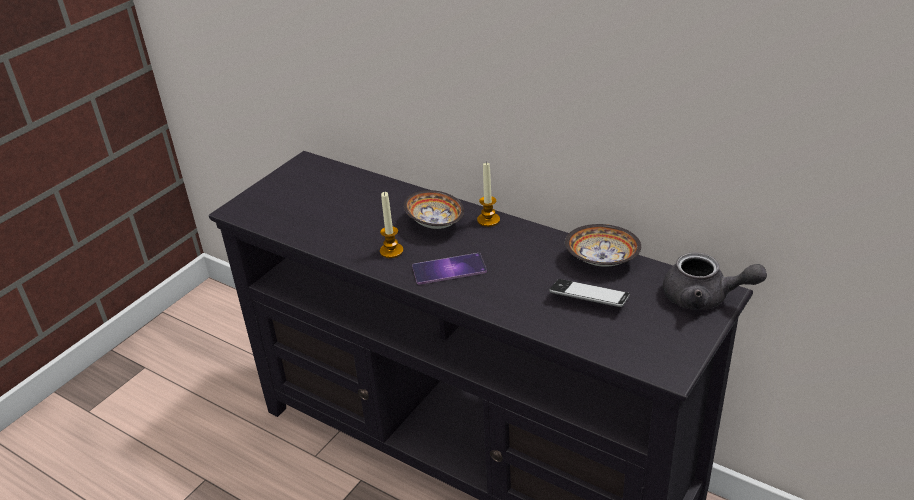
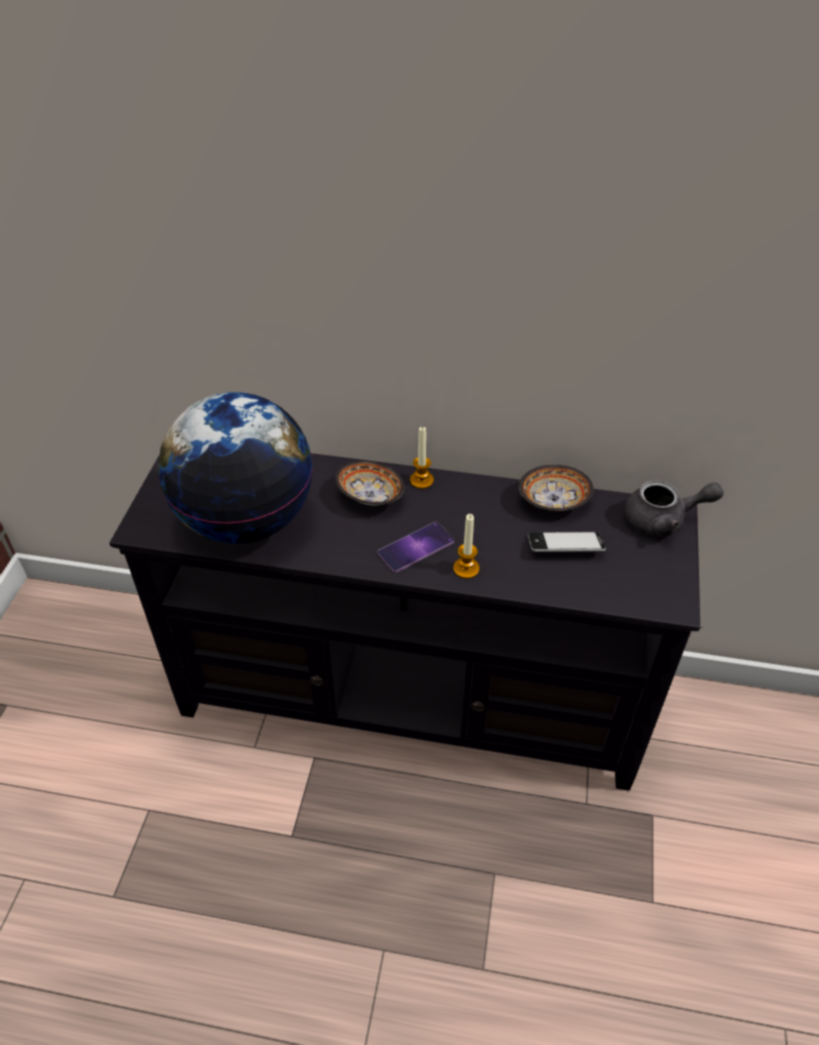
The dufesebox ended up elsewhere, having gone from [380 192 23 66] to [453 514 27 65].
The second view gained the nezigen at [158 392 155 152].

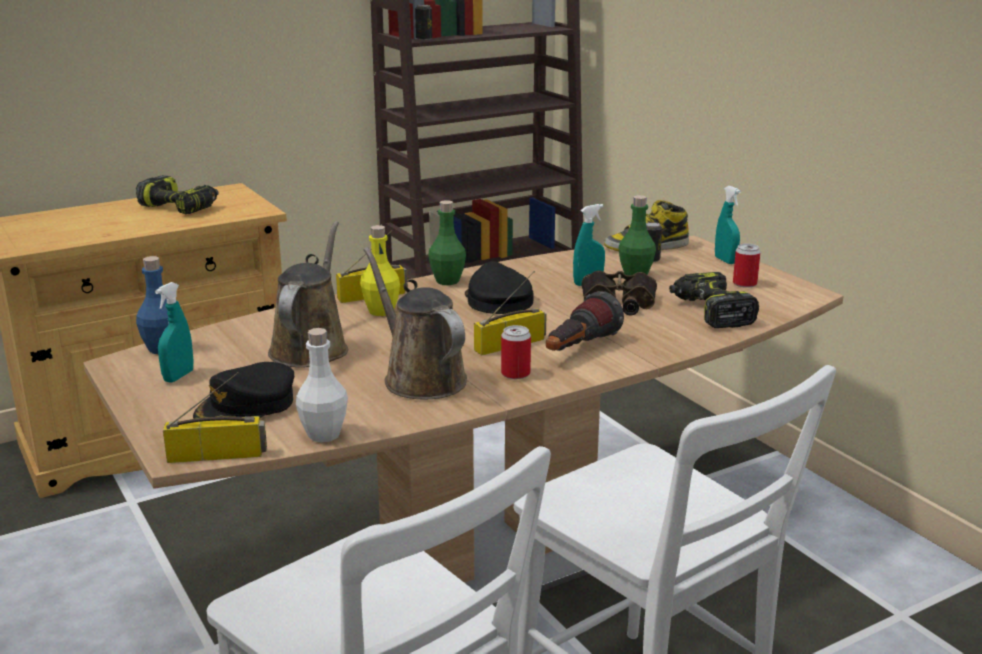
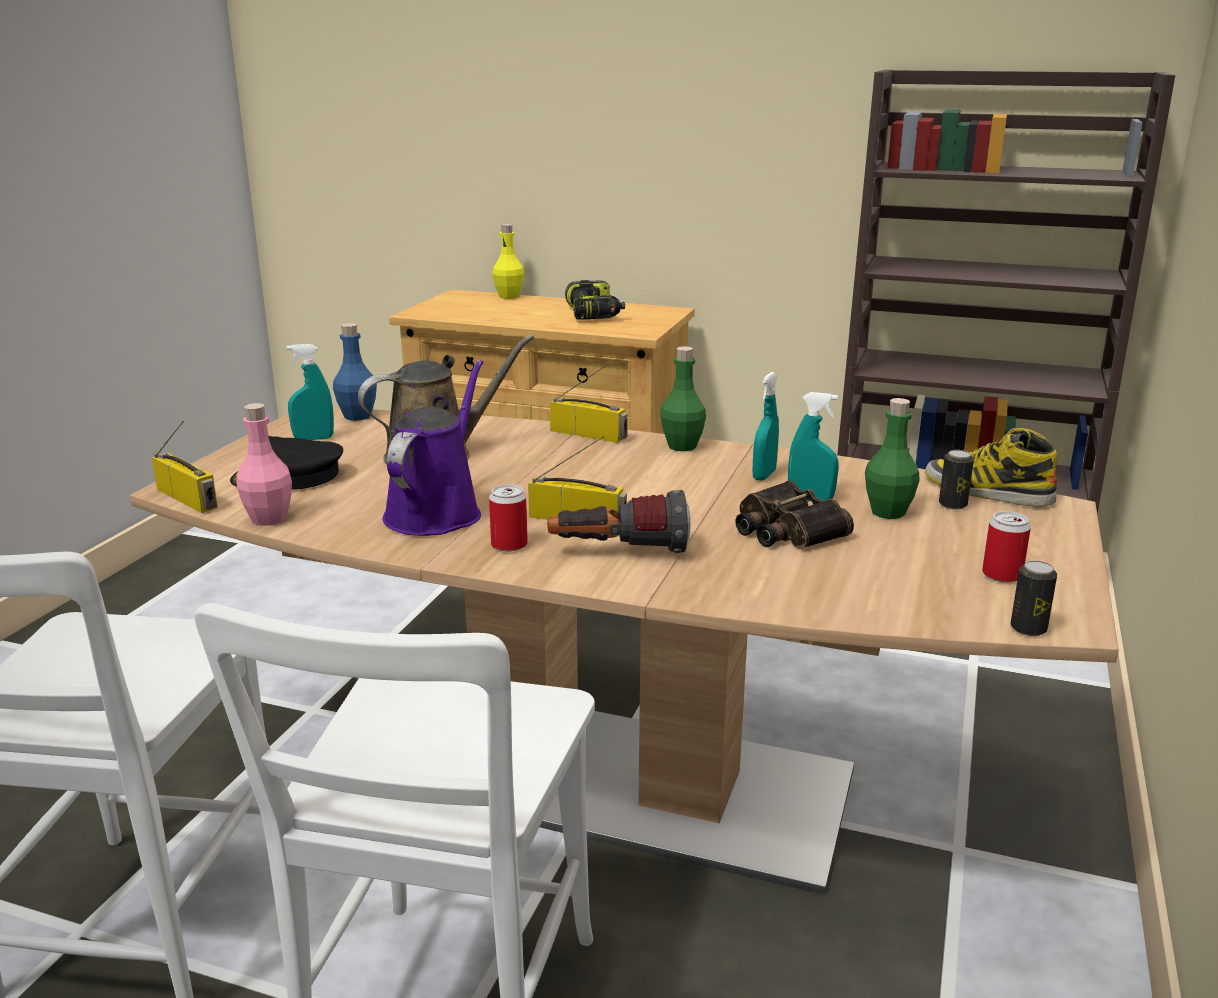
The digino ended up elsewhere, having gone from [415 5 17 35] to [1011 561 46 75].
The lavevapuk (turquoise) ended up elsewhere, having gone from [715 186 26 78] to [752 372 27 109].
The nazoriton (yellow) ended up elsewhere, having gone from [360 225 40 91] to [492 224 32 75].
What was the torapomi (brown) at [364 247 103 152] turned into the torapomi (purple) at [382 360 101 176].
The second view lost the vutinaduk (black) at [465 261 68 53].
The second view lost the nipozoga at [669 272 90 56].
What was the nazoriton (white) at [296 328 52 115] turned into the nazoriton (pink) at [237 403 55 123].

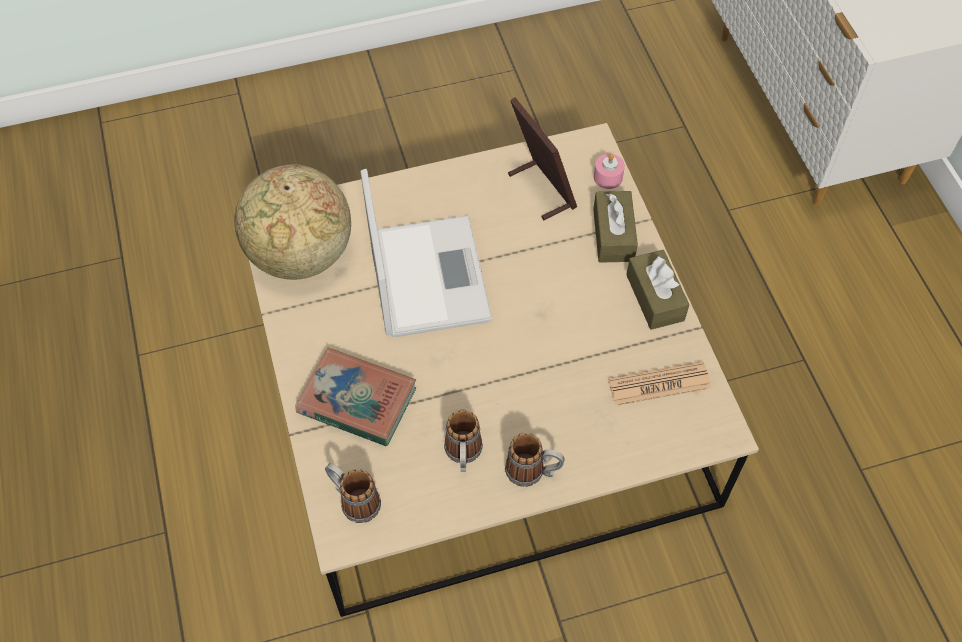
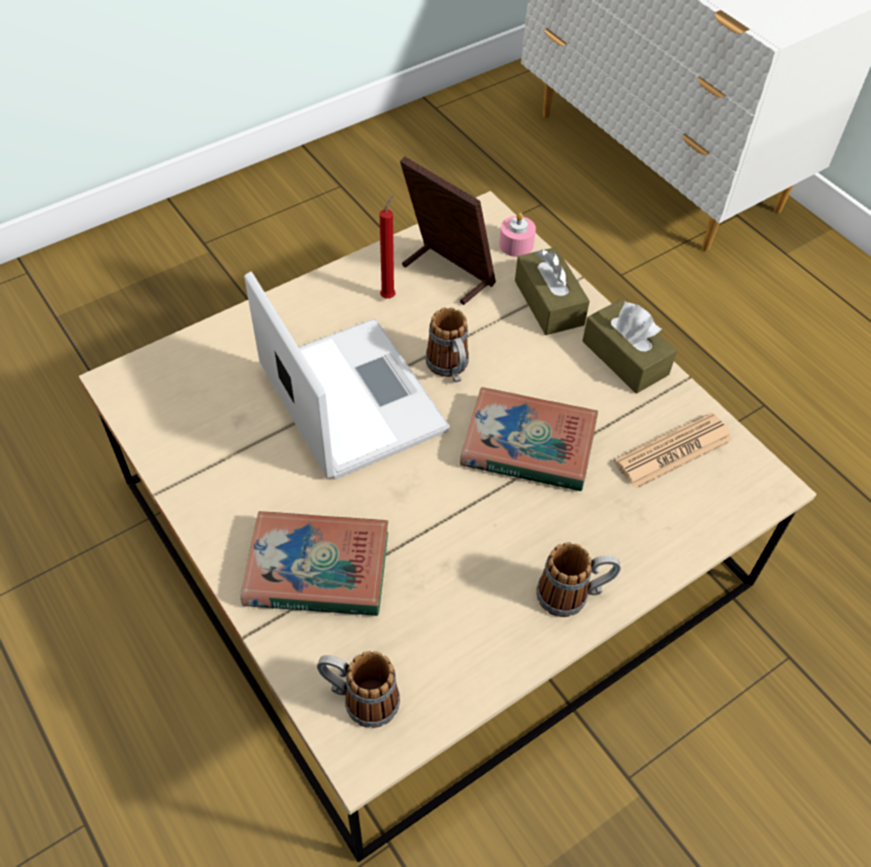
The second view lost the nezigen at [234 164 117 116].
The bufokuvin ended up elsewhere, having gone from [444 409 39 63] to [425 307 44 75].
The second view gained the dufesebox (red) at [380 195 15 104].
The second view gained the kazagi at [460 387 138 104].

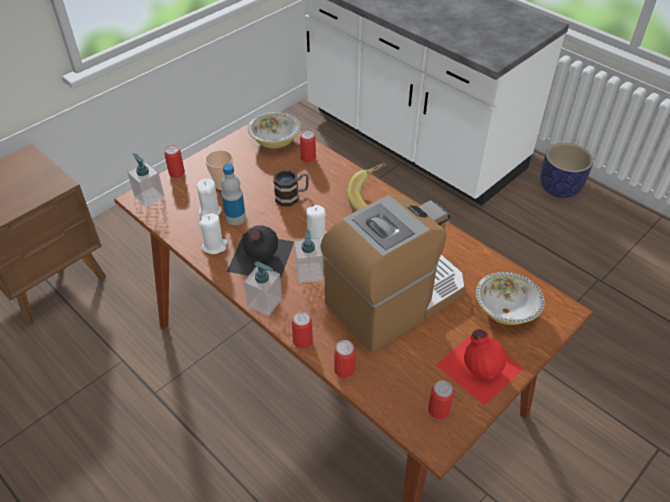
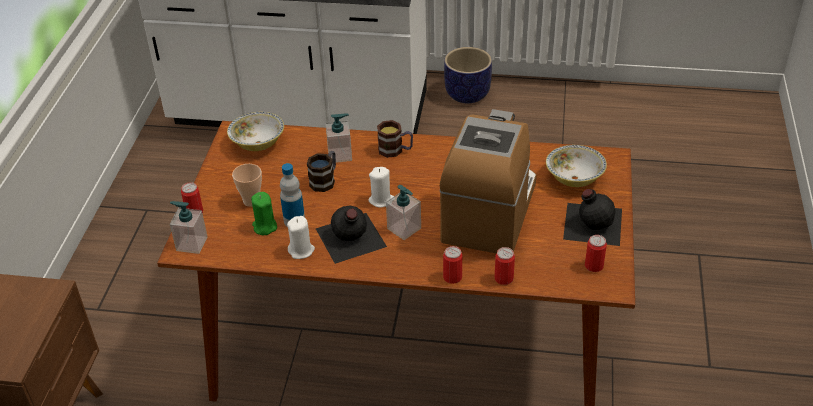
The second view lost the digino at [300 130 16 32].
Where the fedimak stood at [347 163 39 48], the bufokuvin came to stand at [377 120 36 38].
What was the dufesebox (white) at [197 179 25 39] turned into the dufesebox (green) at [251 192 26 43].
The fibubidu ended up elsewhere, having gone from [244 261 38 55] to [326 114 26 49].
What was the nazoriton (red) at [436 329 88 77] turned into the nazoriton (black) at [563 189 59 57].

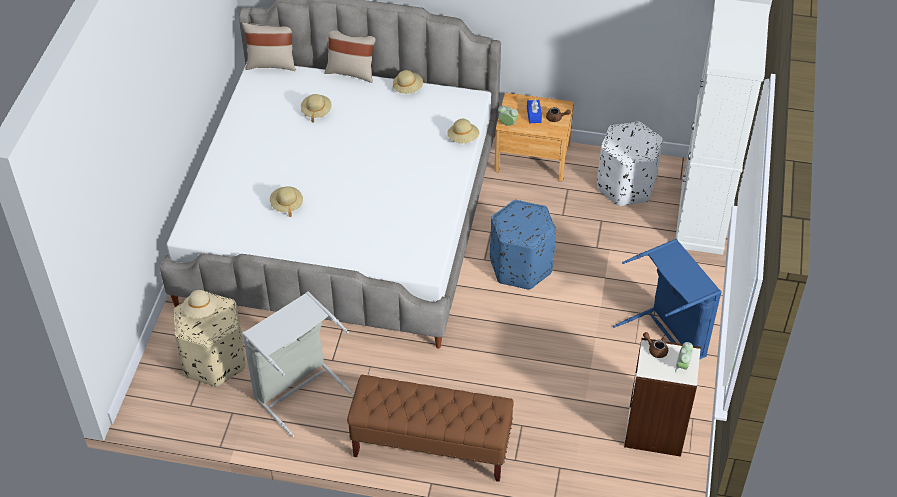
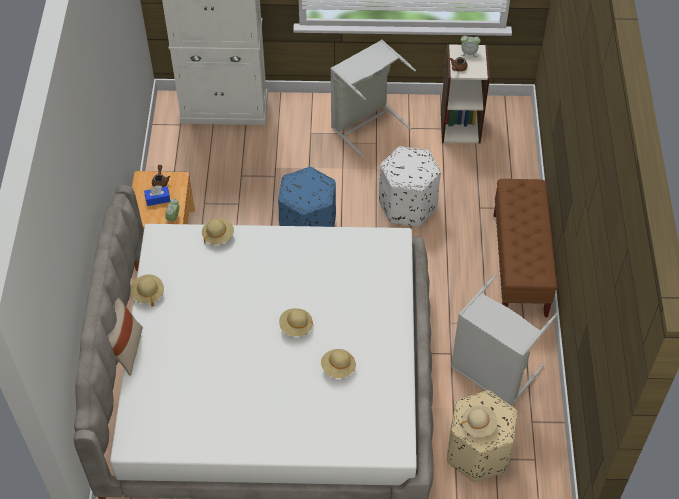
The second view lost the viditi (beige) at [242 22 54 49].
The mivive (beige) ended up elsewhere, having gone from [301 94 31 29] to [279 308 34 29].
The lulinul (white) ended up elsewhere, having gone from [597 122 66 84] to [379 146 62 81].
What was the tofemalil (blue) at [613 239 109 120] turned into the tofemalil (grey) at [330 39 86 119].

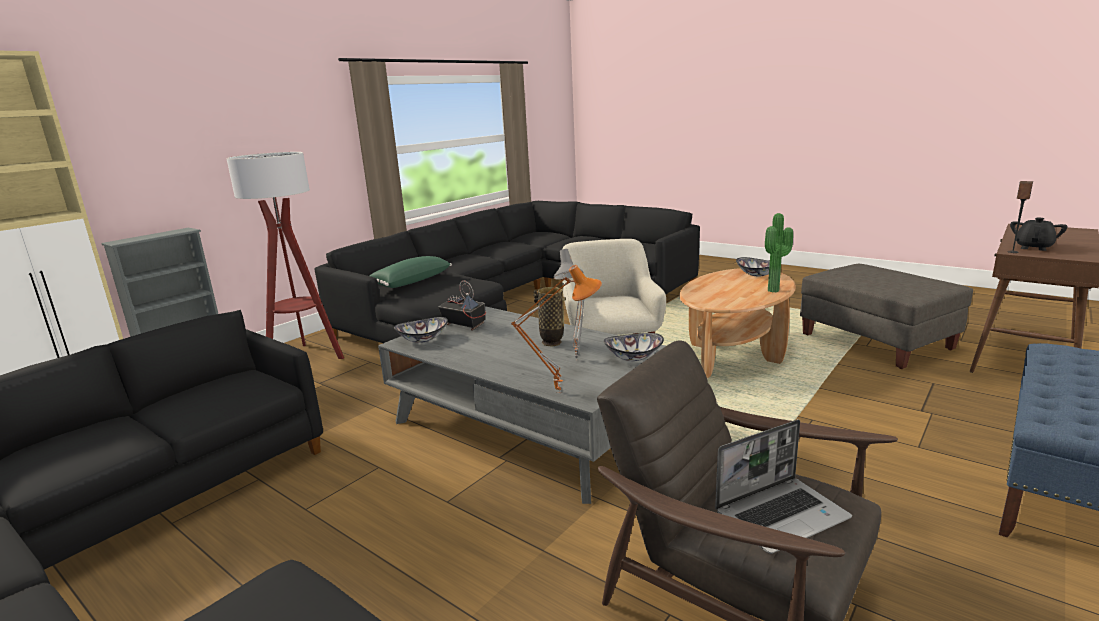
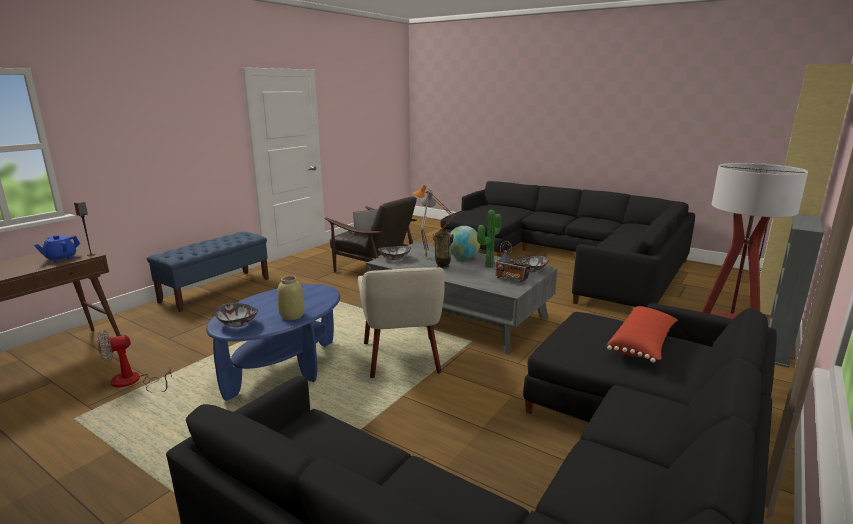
The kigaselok ended up elsewhere, having gone from [765 213 28 79] to [477 210 24 58].
What was the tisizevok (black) at [1010 218 58 33] turned into the tisizevok (blue) at [34 235 46 27].
What was the viditi (green) at [369 256 83 32] turned into the viditi (red) at [607 306 71 57].
Where the lulinul (grey) stood at [800 264 173 105], the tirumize came to stand at [97 330 75 62].
What was the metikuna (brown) at [679 268 117 111] turned into the metikuna (blue) at [206 284 134 117].
The second view gained the nezigen at [450 226 31 33].
The second view gained the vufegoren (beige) at [277 276 28 44].

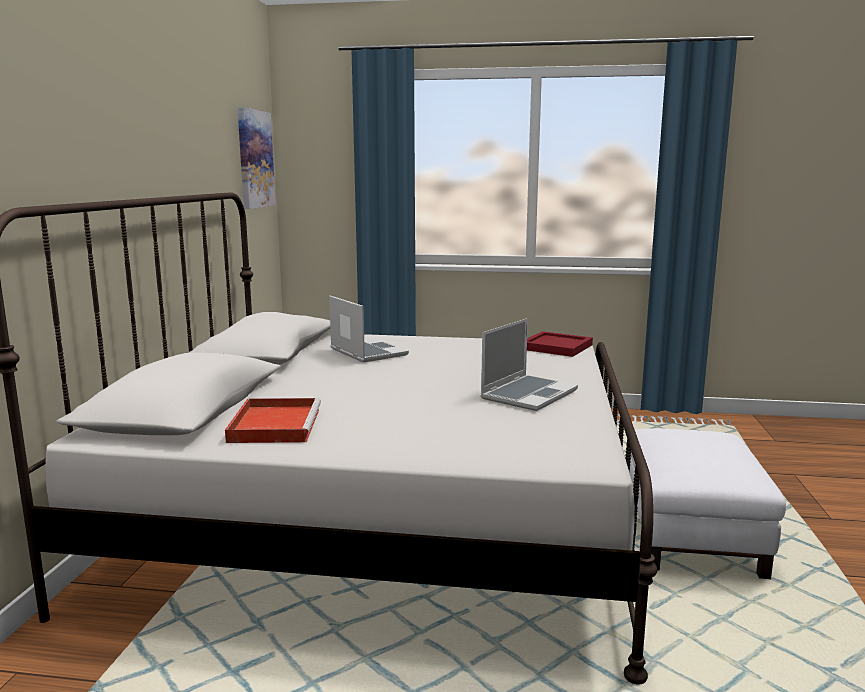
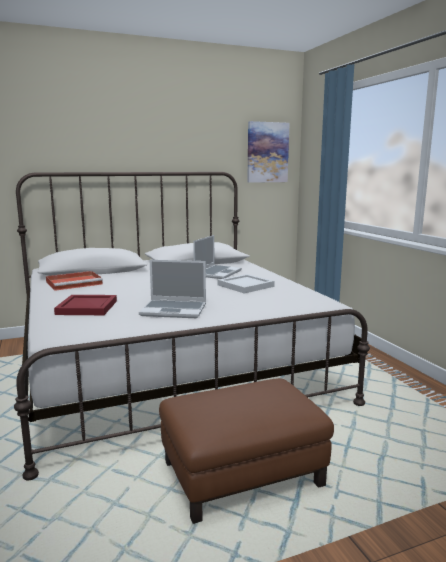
The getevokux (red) ended up elsewhere, having gone from [527 331 66 26] to [54 295 63 20].
What was the lulinul (white) at [630 428 156 151] turned into the lulinul (brown) at [159 378 175 146].
The second view gained the getevokux (white) at [218 274 57 20].

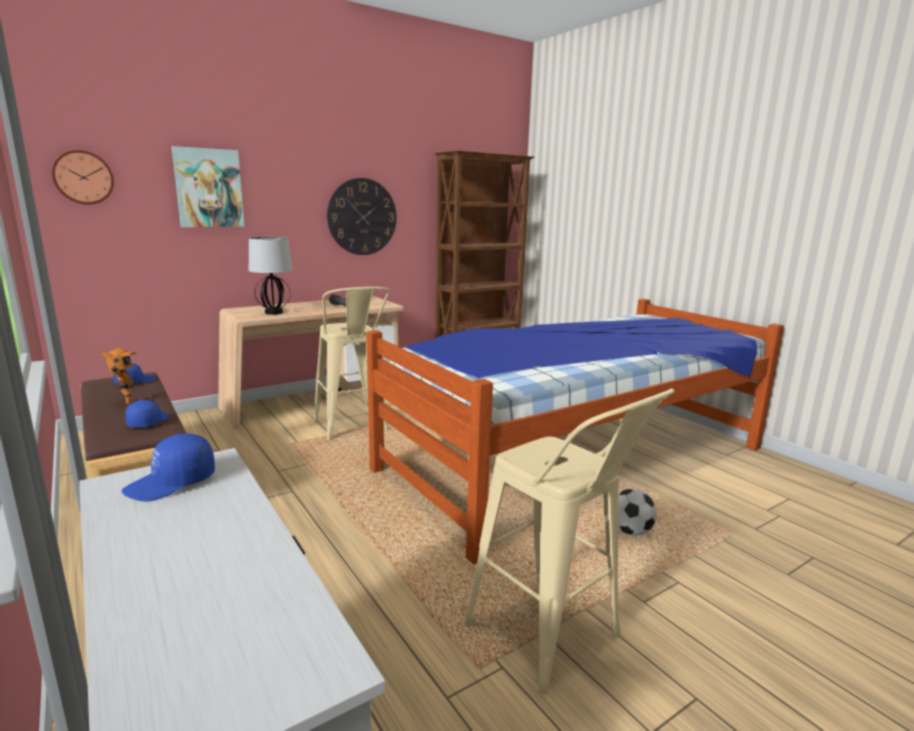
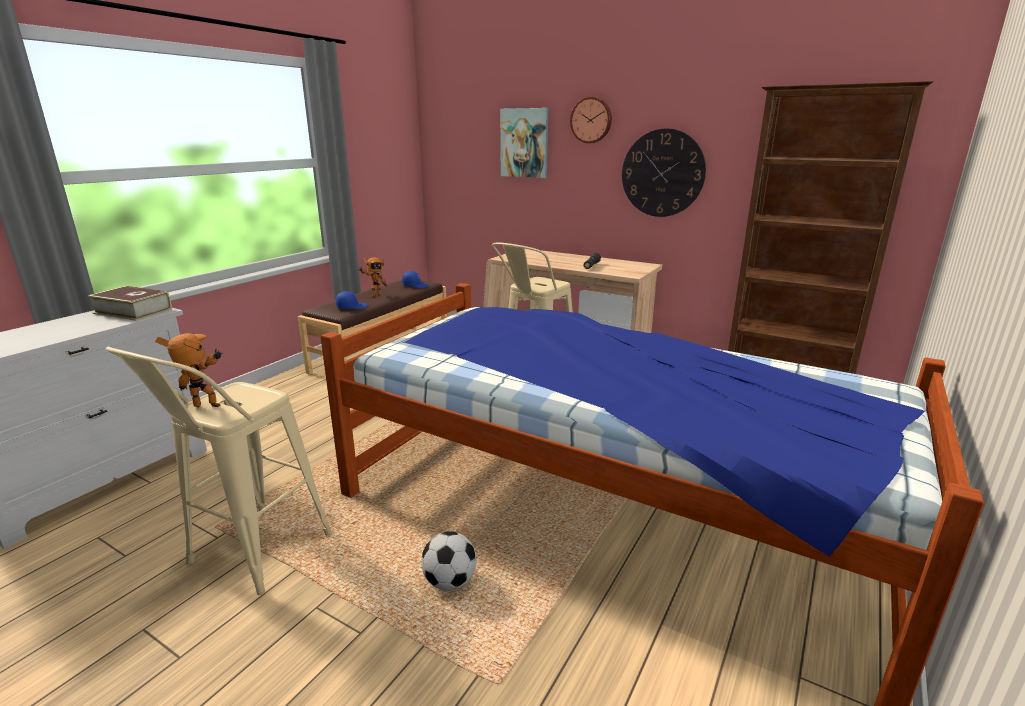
The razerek ended up elsewhere, having gone from [52 150 62 55] to [570 97 42 46].
The second view lost the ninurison at [249 237 44 78].
Where the vutinaduk (blue) stood at [122 433 93 69], the kazagi came to stand at [88 286 84 35].
The second view gained the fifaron at [155 333 68 74].

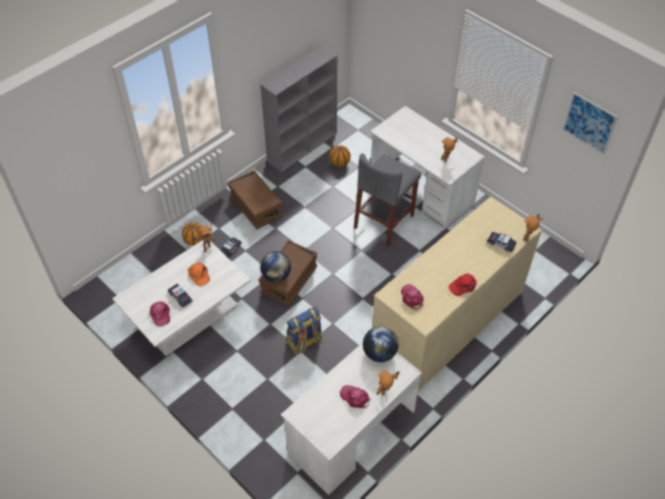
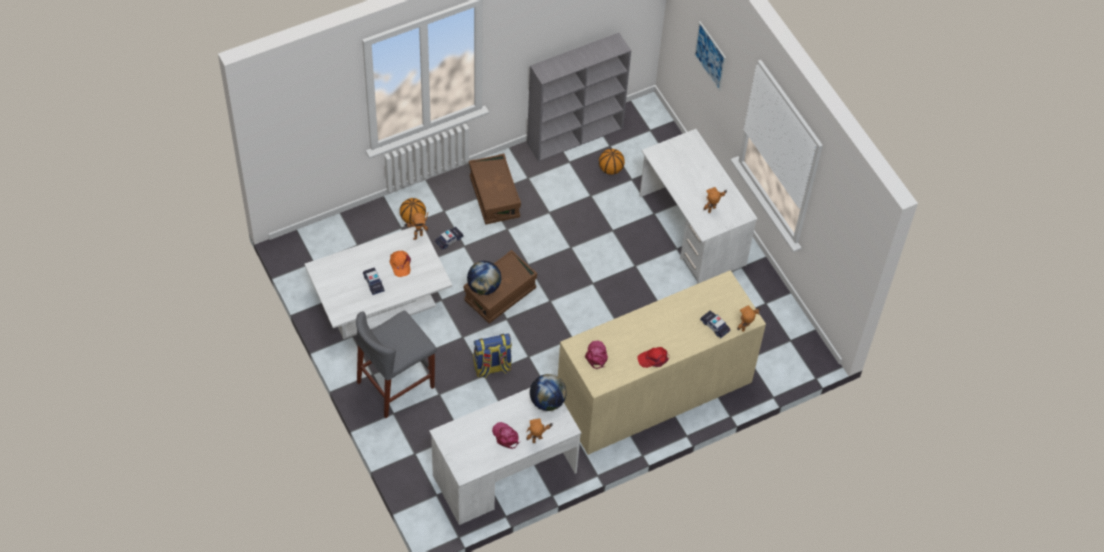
The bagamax ended up elsewhere, having gone from [562 92 56 63] to [694 21 32 70].
The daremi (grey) ended up elsewhere, having gone from [354 153 67 93] to [356 310 81 108].
The second view lost the vutinaduk (pink) at [150 301 20 26].

